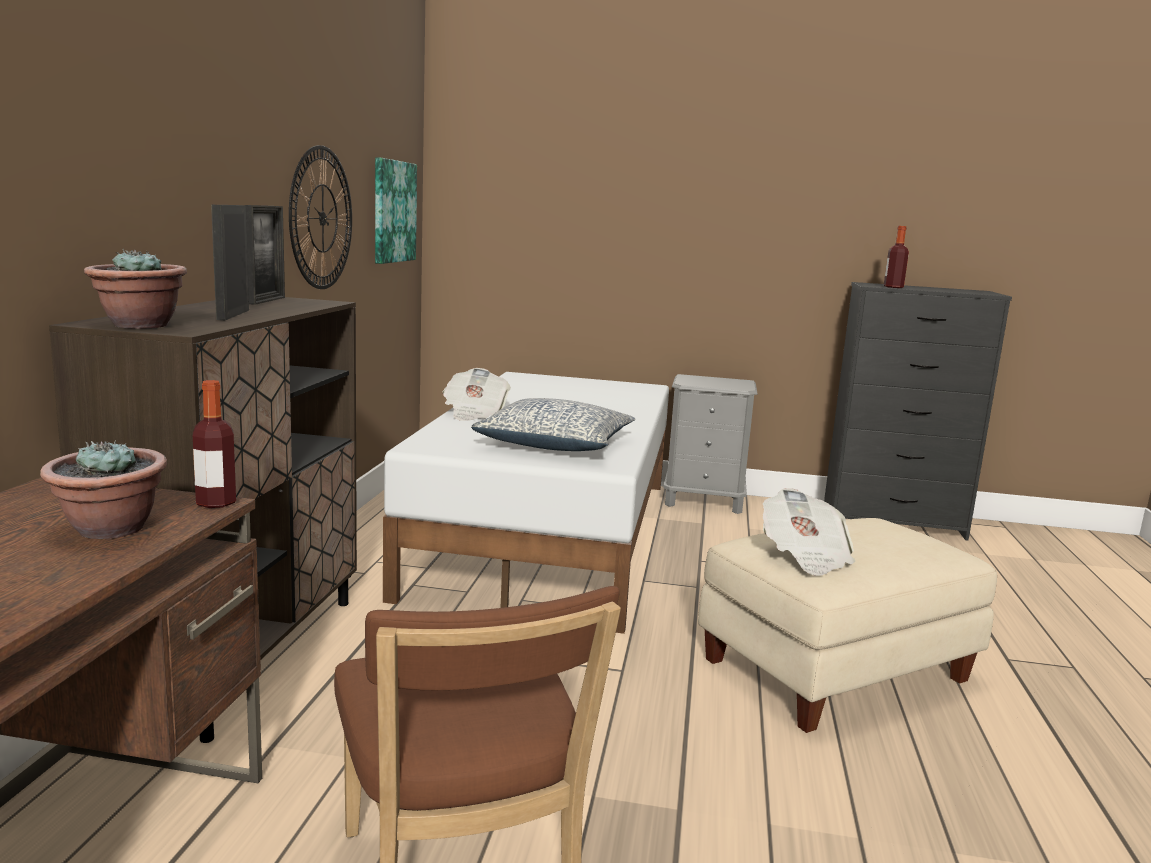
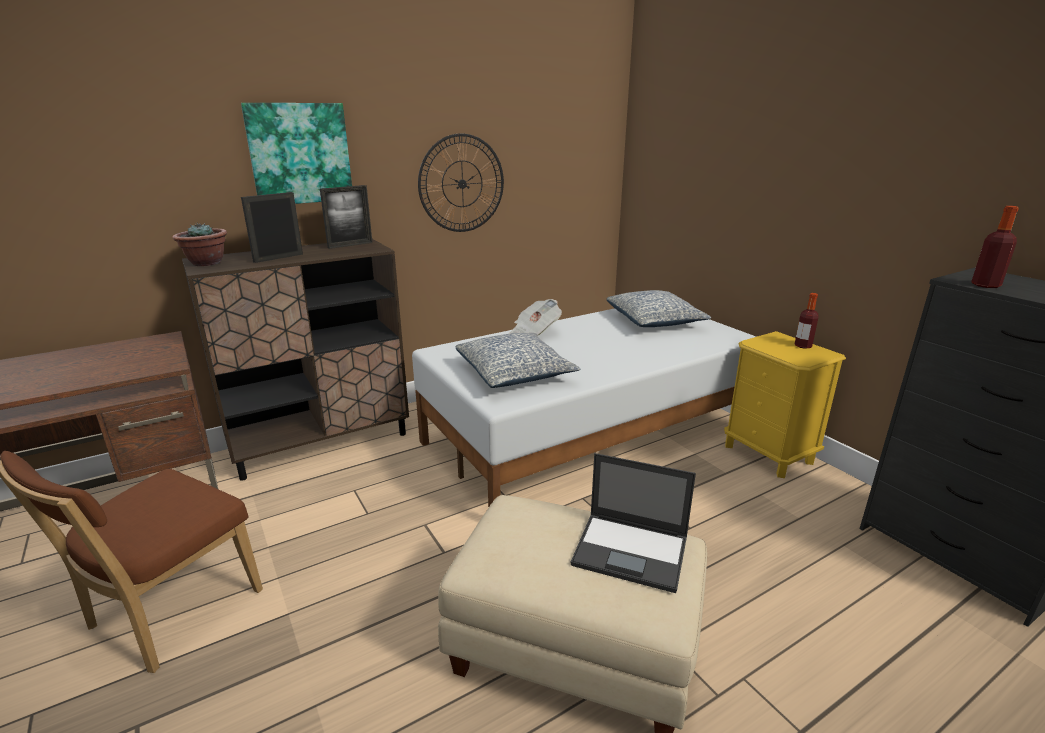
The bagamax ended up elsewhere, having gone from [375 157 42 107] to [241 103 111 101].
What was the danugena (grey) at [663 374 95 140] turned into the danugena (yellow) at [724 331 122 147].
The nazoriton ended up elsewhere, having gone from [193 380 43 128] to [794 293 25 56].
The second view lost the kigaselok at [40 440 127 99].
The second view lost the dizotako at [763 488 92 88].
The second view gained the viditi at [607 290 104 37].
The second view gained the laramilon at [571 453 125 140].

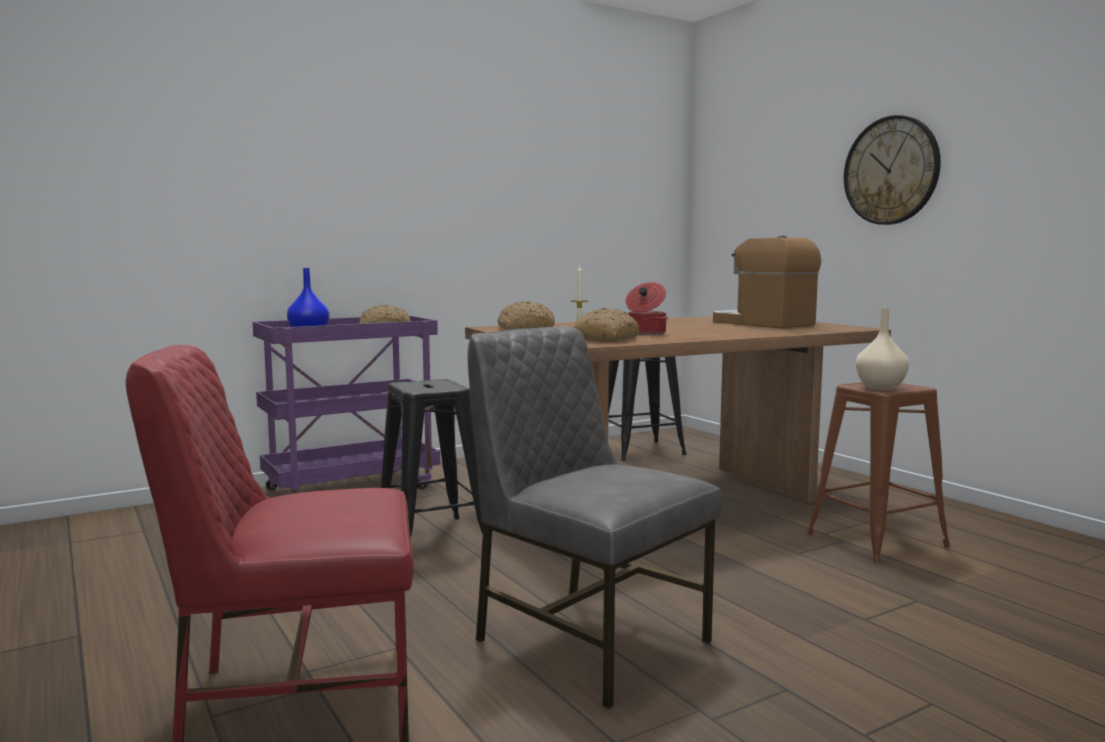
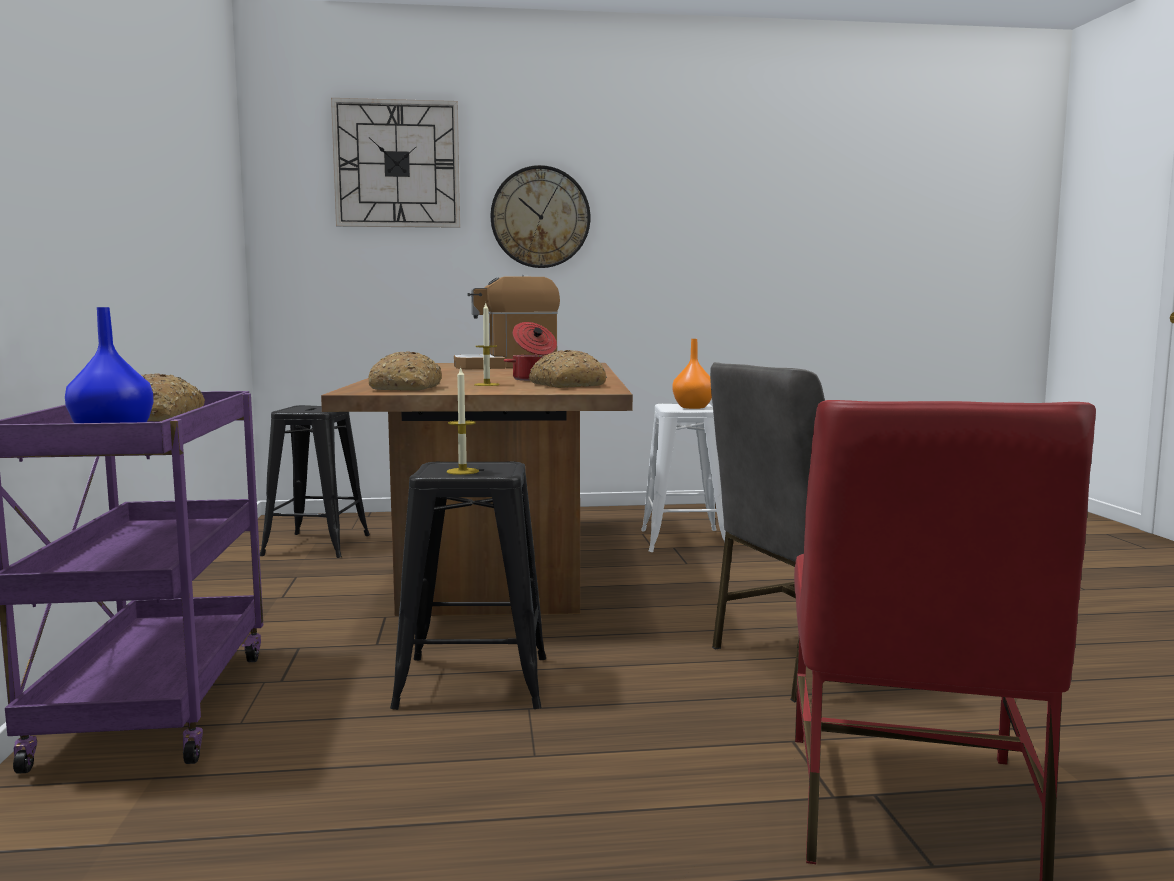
What was the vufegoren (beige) at [856 308 53 82] turned into the vufegoren (orange) at [672 339 40 70].
What was the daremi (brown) at [807 382 144 182] turned into the daremi (white) at [641 404 85 148].
The second view gained the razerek at [331 98 129 130].
The second view gained the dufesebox at [447 366 32 109].

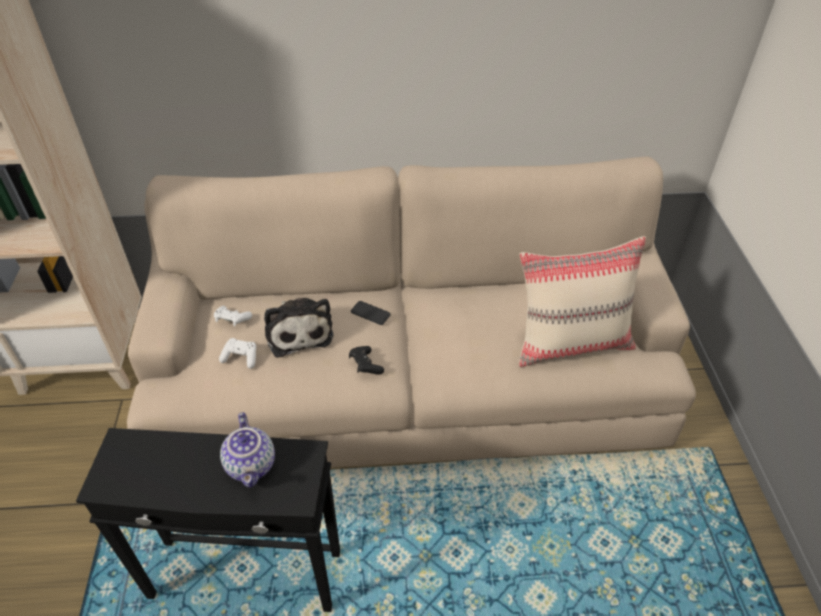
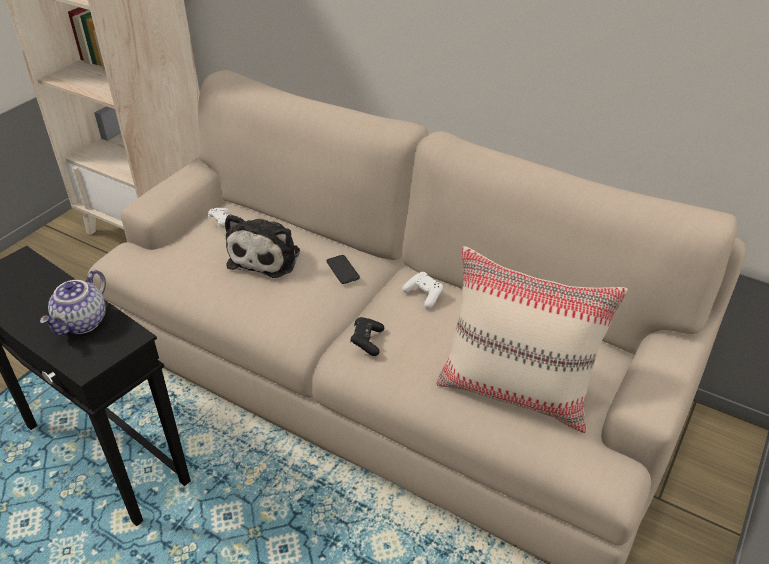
The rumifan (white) ended up elsewhere, having gone from [219 338 37 31] to [402 272 41 37].
The rumifan (black) ended up elsewhere, having gone from [349 346 35 29] to [350 317 34 39].

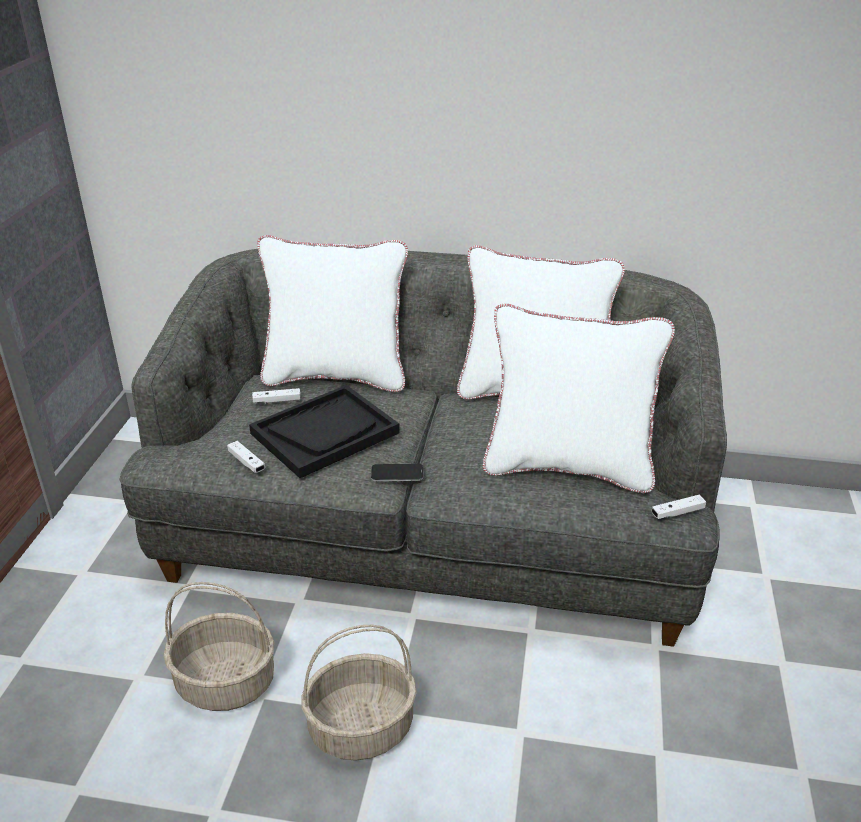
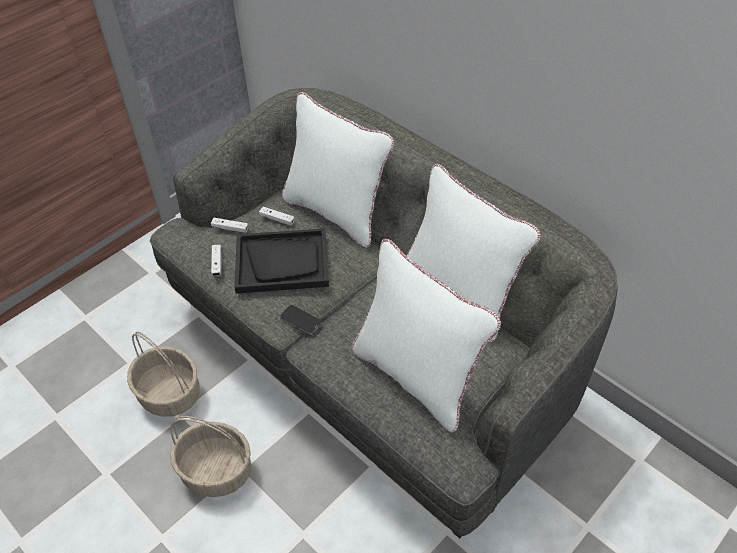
The rumifan (white) ended up elsewhere, having gone from [651 495 55 24] to [211 218 37 15].

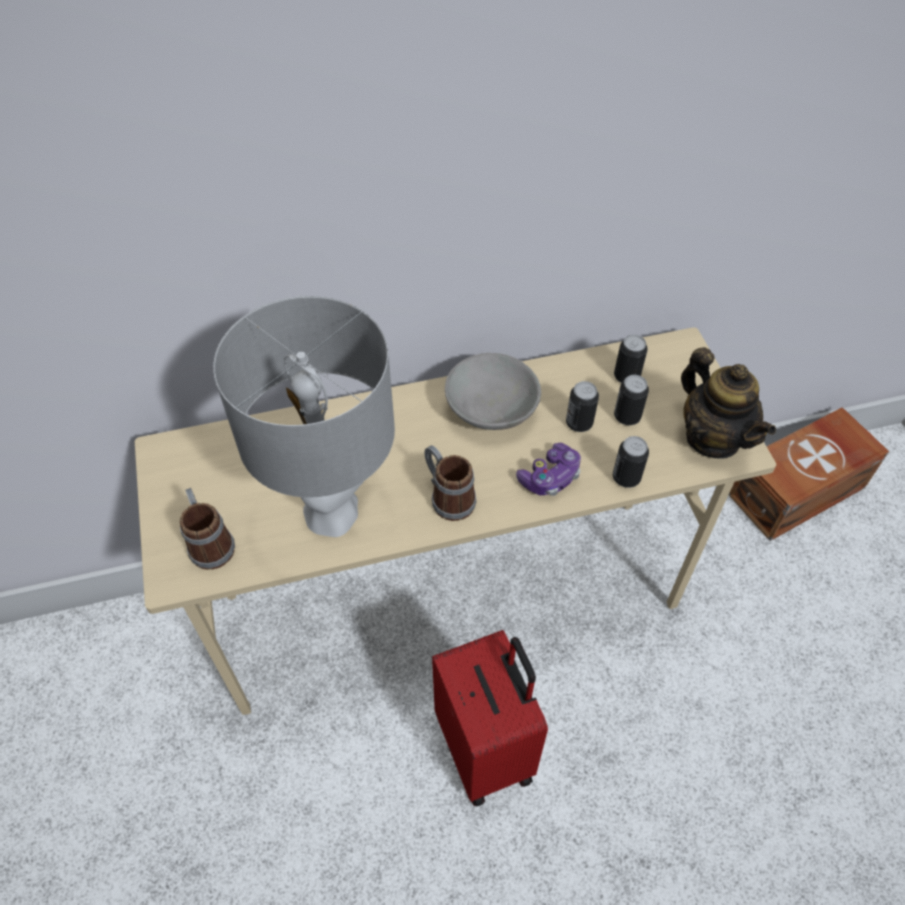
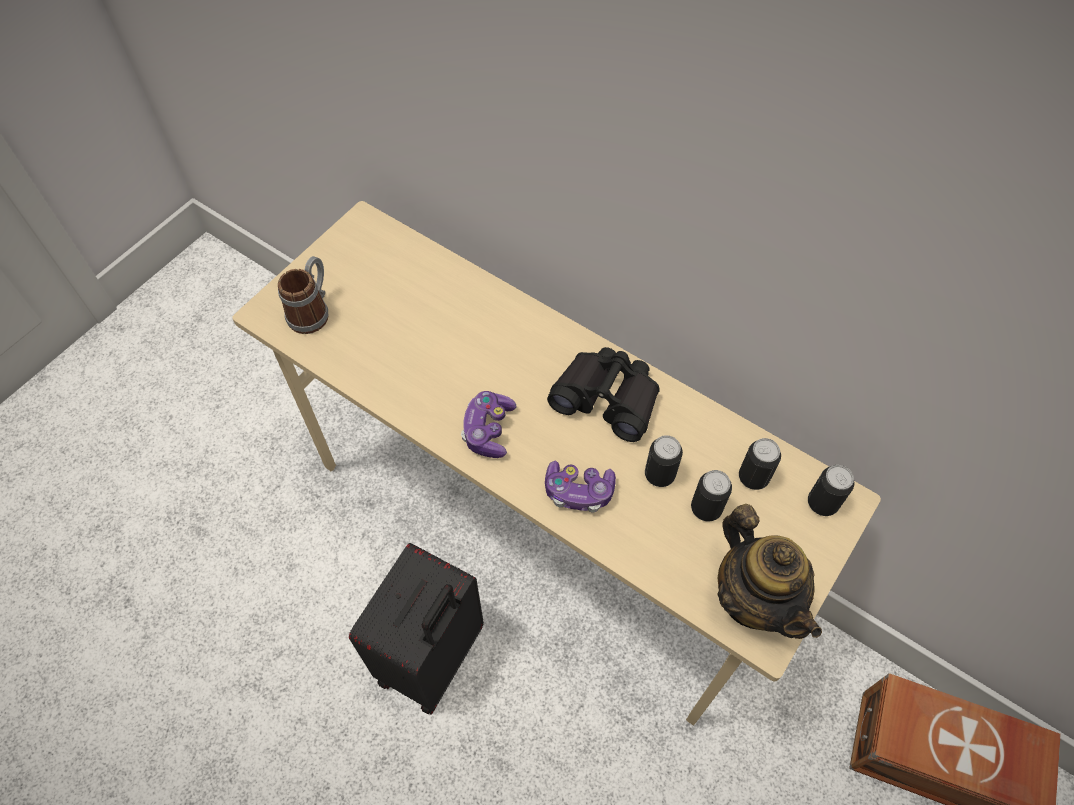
The second view lost the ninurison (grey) at [213 296 182 241].
The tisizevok at [681 347 95 112] ended up facing another way, 45 degrees counterclockwise from before.
Where the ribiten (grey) stood at [445 353 96 77], the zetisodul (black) came to stand at [547 347 113 95].
The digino ended up elsewhere, having gone from [613 436 36 52] to [808 465 46 51].
Where the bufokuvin stood at [424 445 53 76], the rumifan came to stand at [461 391 56 67].
What was the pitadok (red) at [432 630 116 176] turned into the pitadok (black) at [349 543 135 172].

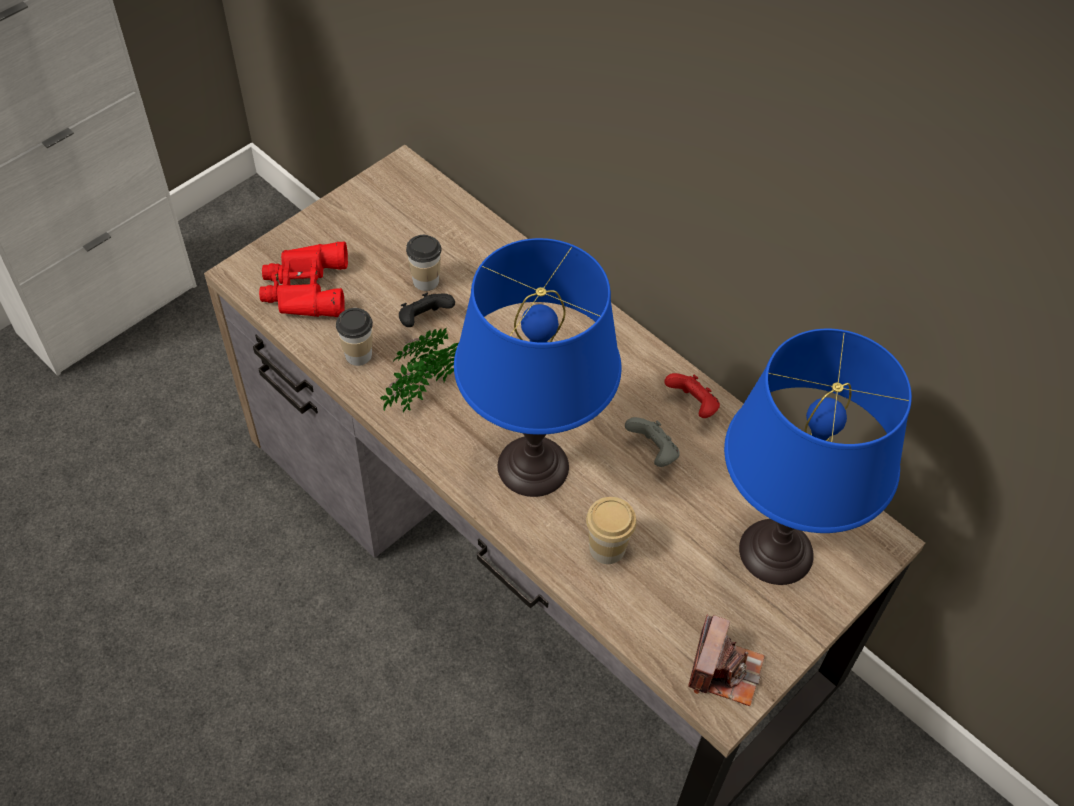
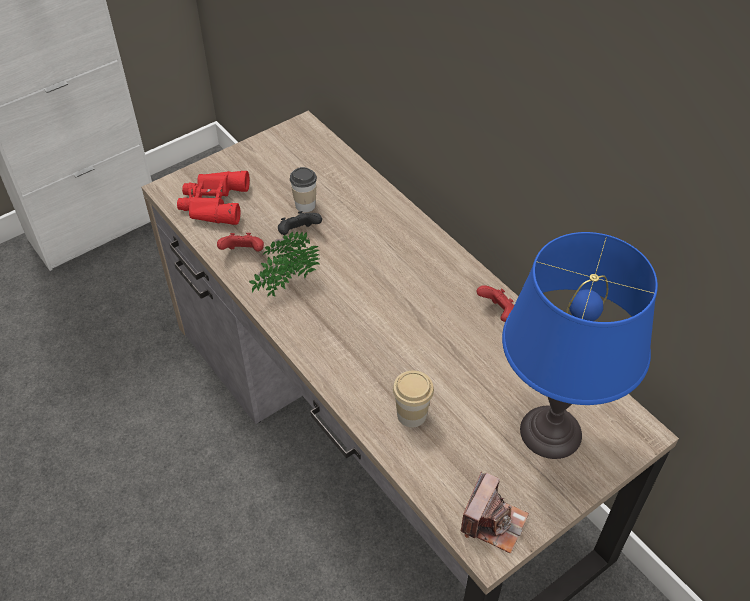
The second view lost the ninurison (blue) at [454 238 167 259].
Where the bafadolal stood at [336 308 37 58], the rumifan (red) came to stand at [217 233 47 19].
The second view lost the rumifan (grey) at [625 417 55 50].

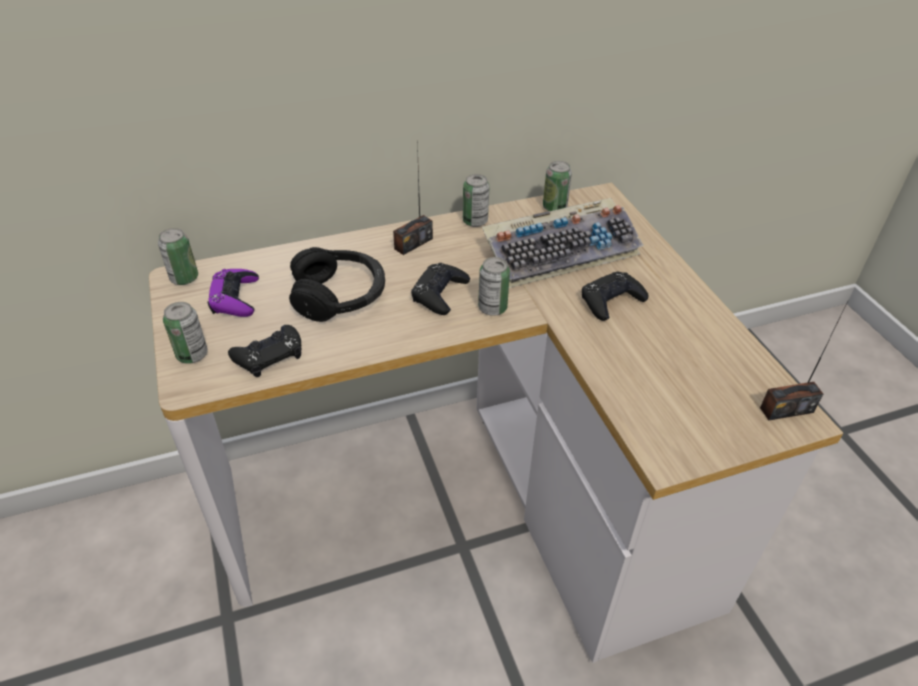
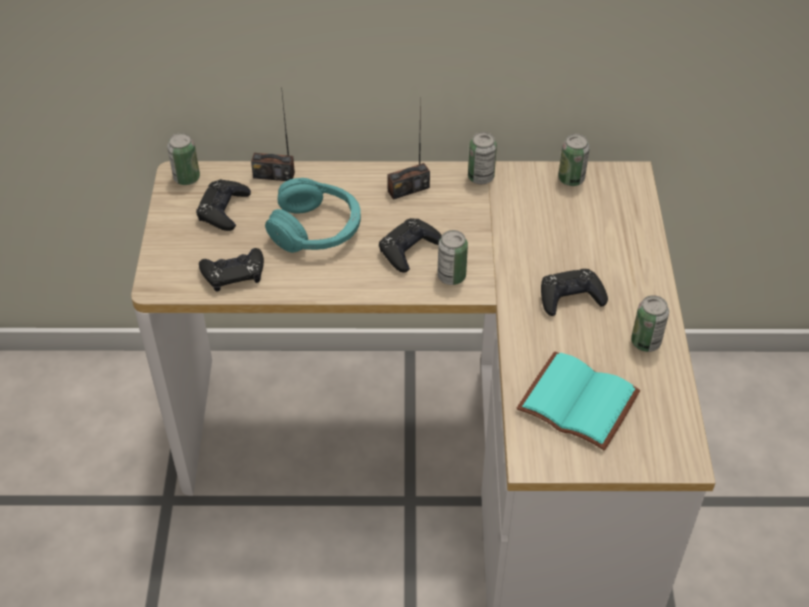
The second view lost the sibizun at [482 198 162 90].
What was the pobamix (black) at [289 247 96 75] turned into the pobamix (turquoise) at [265 178 96 75].
What was the rumifan (purple) at [208 269 51 48] turned into the rumifan (black) at [196 179 55 52].
The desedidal ended up elsewhere, having gone from [760 301 88 120] to [251 87 44 94].
The digino ended up elsewhere, having gone from [163 302 45 62] to [631 295 38 57].
The second view gained the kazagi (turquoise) at [517 351 123 99].

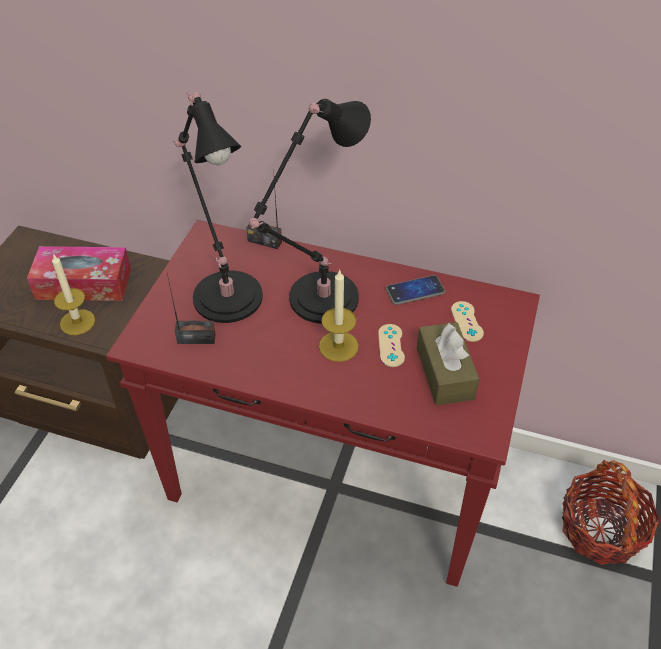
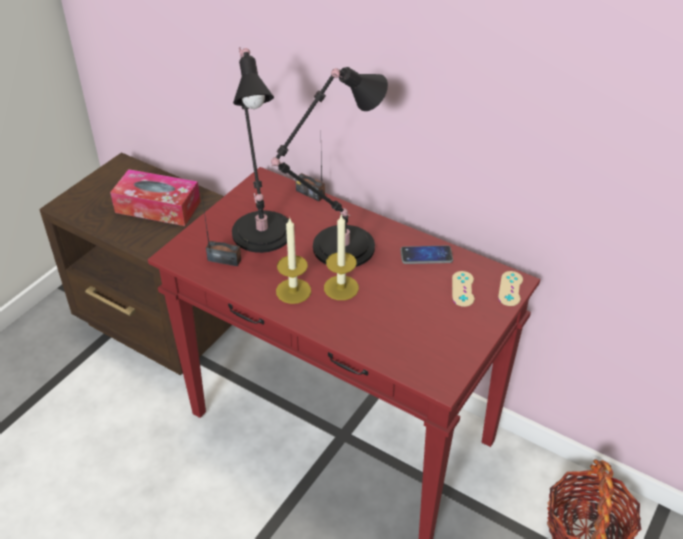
The dufesebox ended up elsewhere, having gone from [52 253 43 82] to [276 217 35 87].
The second view lost the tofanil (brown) at [417 322 63 83].
The rumifan (beige) ended up elsewhere, having gone from [378 324 27 43] to [498 271 25 35].

